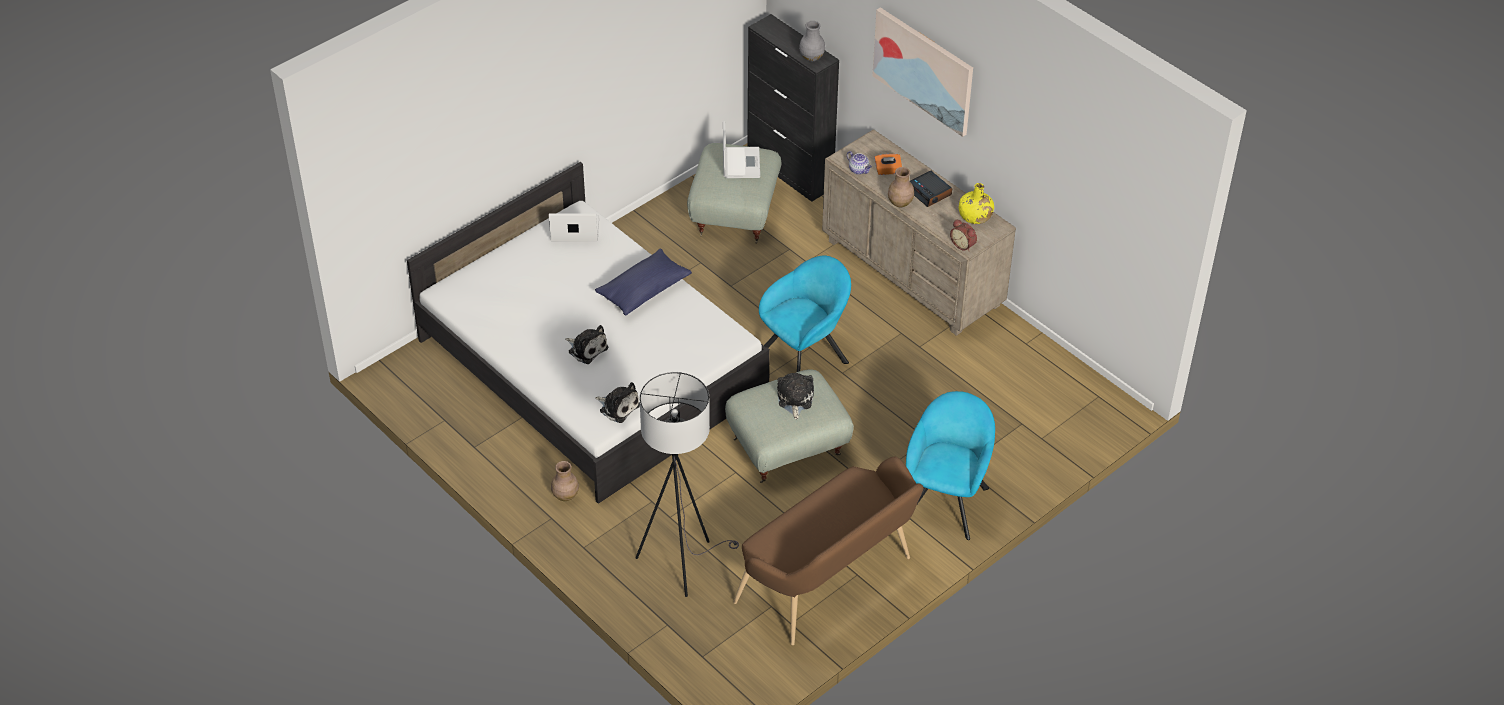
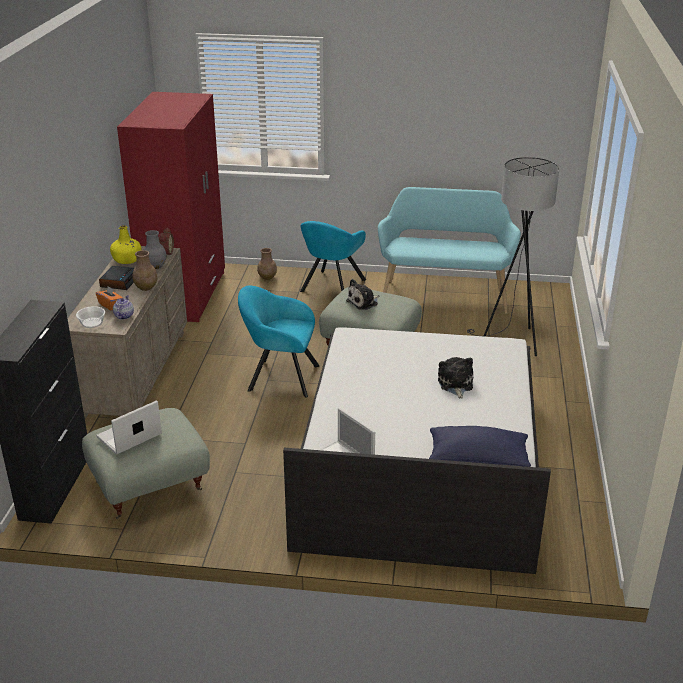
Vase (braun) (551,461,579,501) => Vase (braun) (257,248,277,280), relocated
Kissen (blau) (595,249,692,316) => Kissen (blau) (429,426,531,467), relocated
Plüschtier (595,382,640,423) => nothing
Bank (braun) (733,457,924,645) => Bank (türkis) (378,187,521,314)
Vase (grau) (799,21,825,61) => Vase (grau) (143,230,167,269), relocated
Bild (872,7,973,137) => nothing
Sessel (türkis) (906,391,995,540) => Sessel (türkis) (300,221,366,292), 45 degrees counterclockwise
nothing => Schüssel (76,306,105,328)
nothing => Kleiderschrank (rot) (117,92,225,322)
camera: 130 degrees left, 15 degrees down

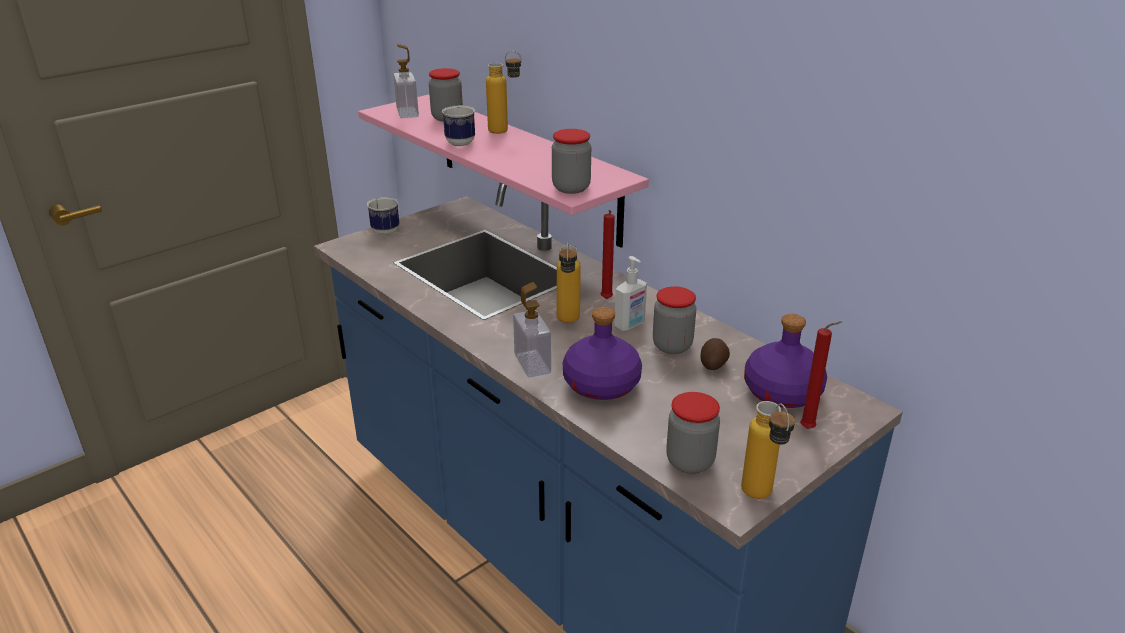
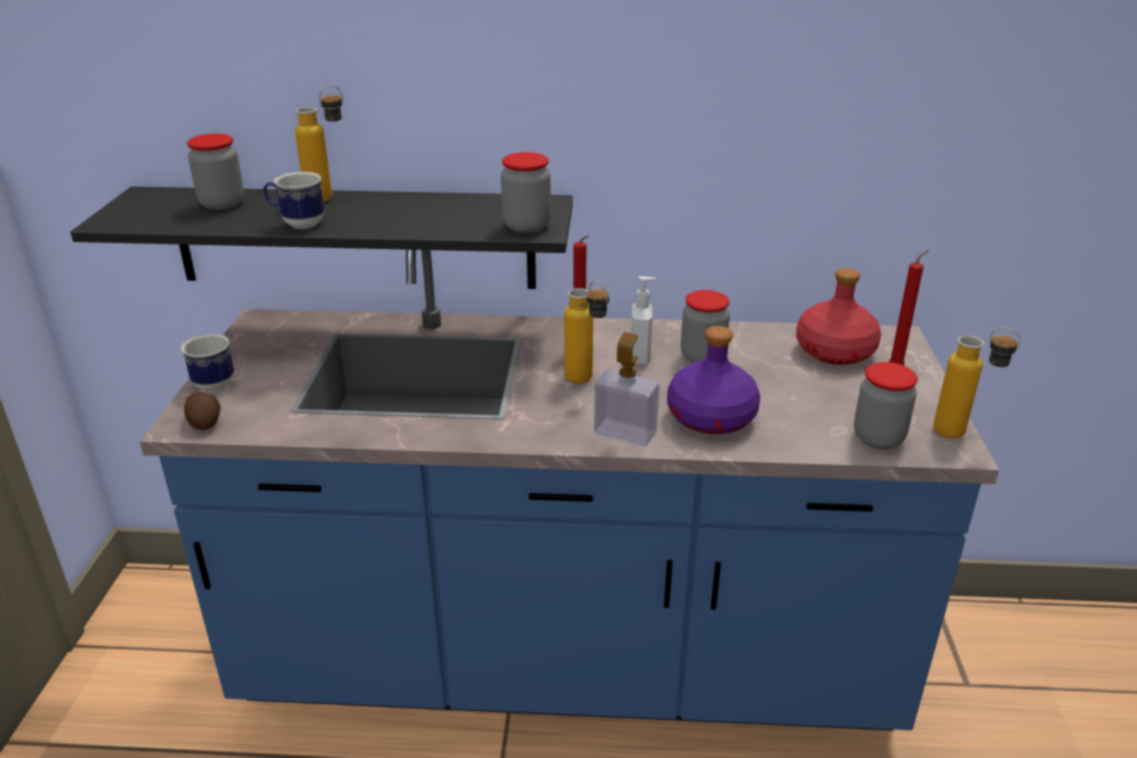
Wandregal (rosa) (358,94,649,248) => Wandregal (schwarz) (70,187,573,289)
Seifenspender (393,44,419,118) => nothing
Kartoffel (700,338,730,370) => Kartoffel (184,392,220,430), relocated
Flasche (lila) (744,314,827,408) => Flasche (rot) (796,268,881,365)
camera: 45 degrees left, 0 degrees up

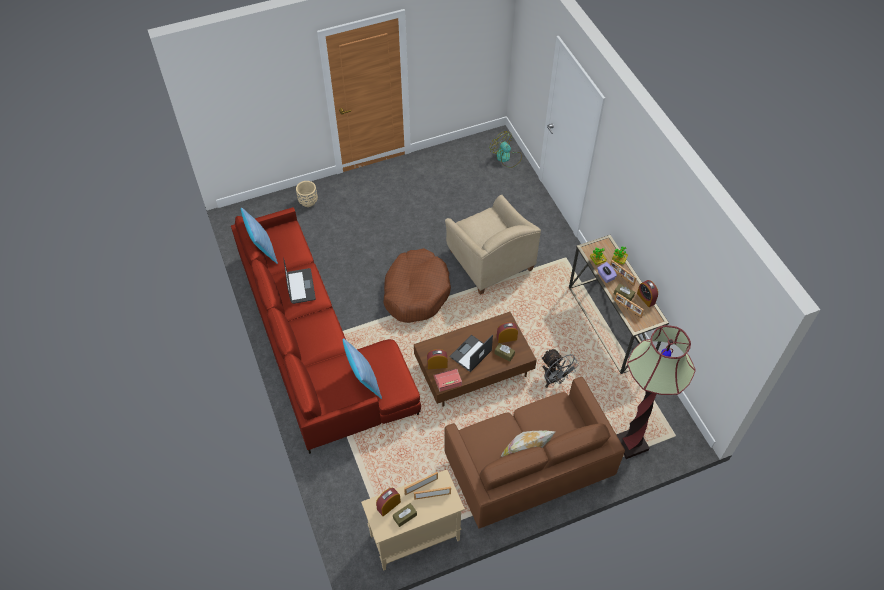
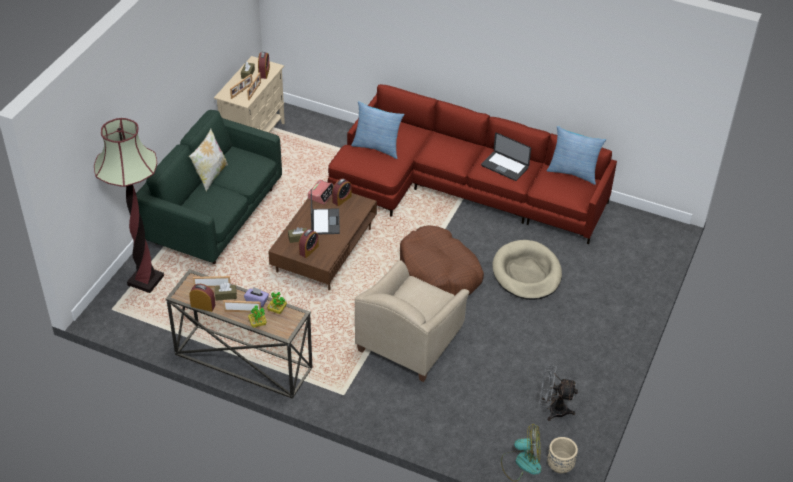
Pflanzkübel (beige) (296,181,318,207) => Pflanzkübel (beige) (547,437,578,474), relocated
Sofa (braun) (444,377,625,528) => Sofa (grün) (136,110,282,264)
Sessel (beige) (445,195,541,295) => Sessel (beige) (355,260,469,382), 75 degrees counterclockwise
Ventilator (grau) (542,349,579,388) => Ventilator (grau) (539,365,578,421), relocated
nothing => Hundebett (beige) (492,240,562,300)
camera: 135 degrees right, 10 degrees down

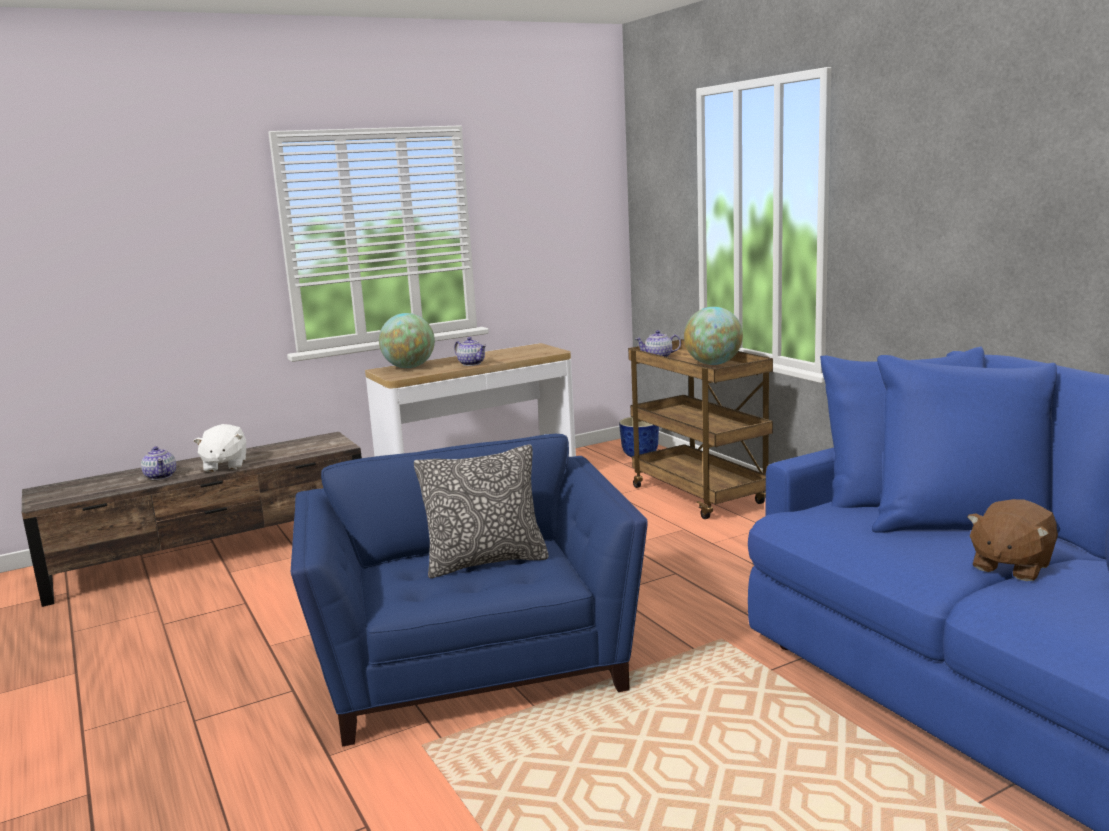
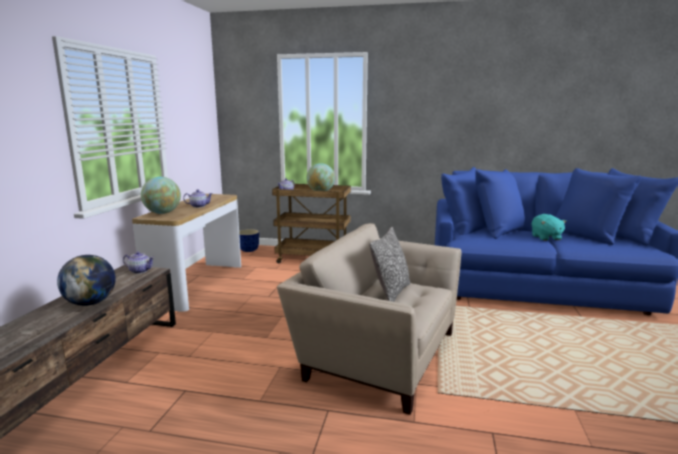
Teekanne (141,446,176,480) => Teekanne (123,251,155,274), relocated
Plüschtier (weiß) (194,424,246,472) => Globus (57,255,116,306)
Sessel (blau) (291,434,648,747) => Sessel (beige) (277,223,461,415)
Plüschtier (braun) (967,499,1058,581) => Plüschtier (türkis) (531,214,567,241)
camera: 50 degrees left, 0 degrees up

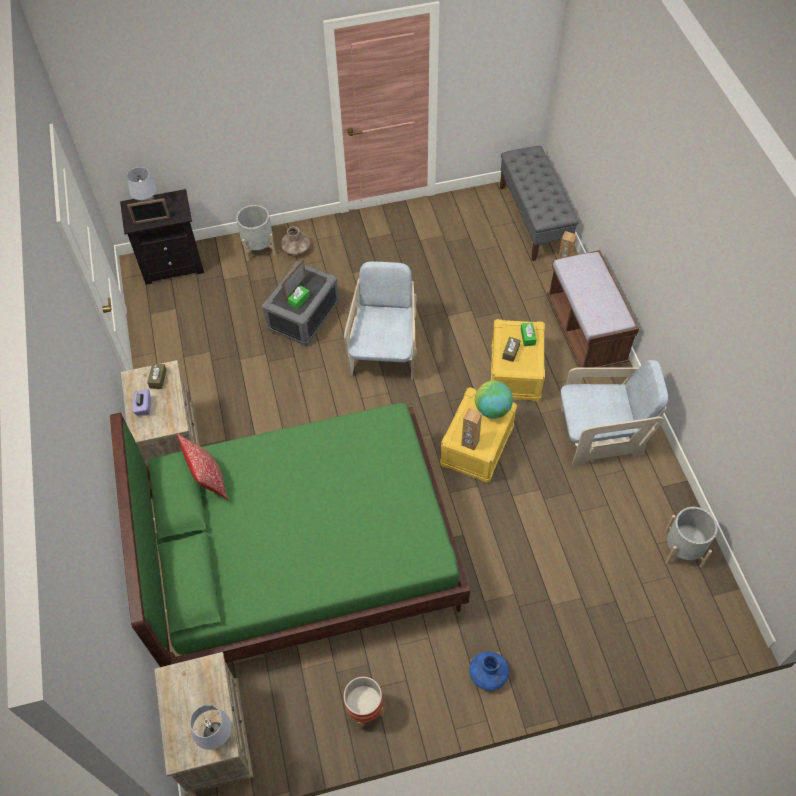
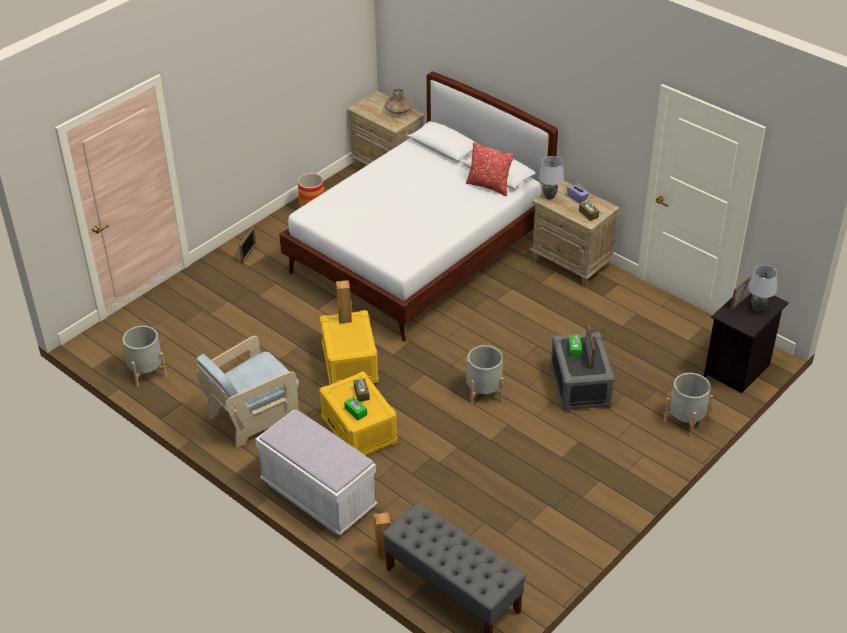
Bett (grün) (110,403,470,667) => Bett (weiß) (279,71,558,342)
Tischlampe (grau) (190,705,232,750) => Tischlampe (grau) (538,156,564,200), relocated
Vase (braun) (281,226,310,255) => Vase (braun) (385,88,412,114), relocated
Sessel (beige) (344,261,417,380) => Pflanzkübel (grau) (466,345,504,405)
Vase (blau) (470,652,509,691) => Bilderrahmen (239,226,256,264)
Globus (475,381,513,419) => nothing
Bank (braun) (547,250,639,367) => Bank (weiß) (255,410,378,535)
camera: 145 degrees right, 15 degrees down

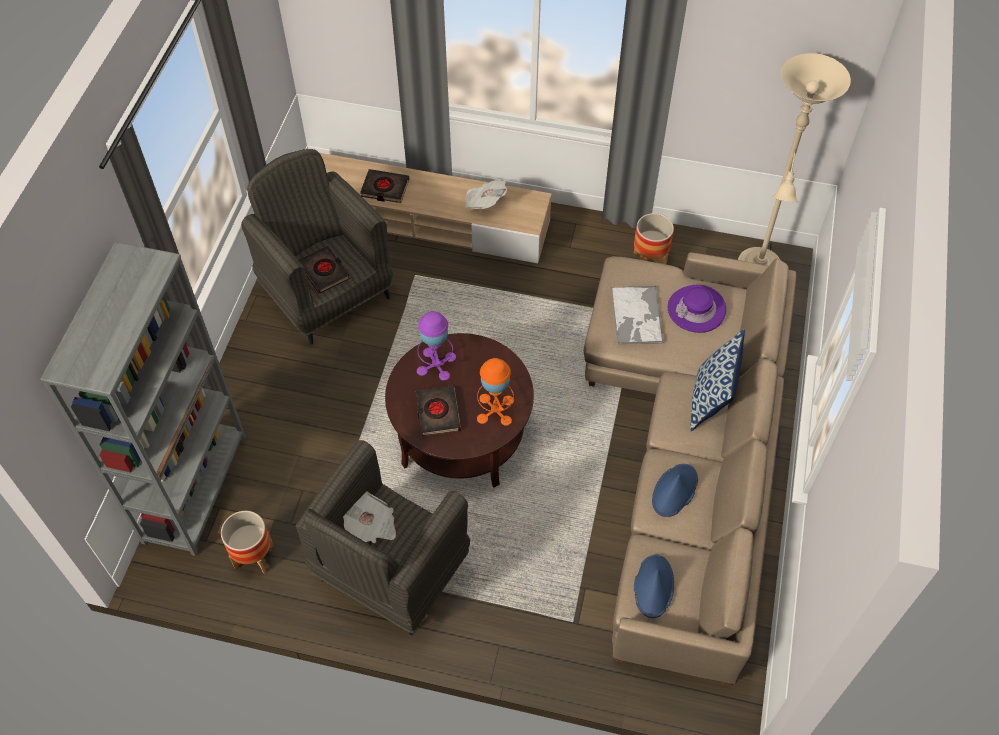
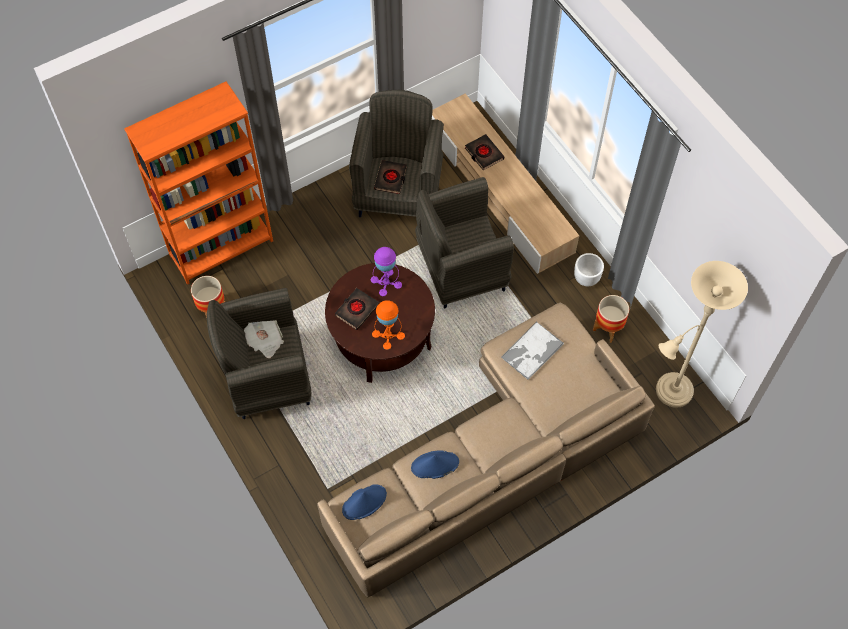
Bücherregal (grau) (41,242,246,556) => Bücherregal (orange) (124,81,273,285)
Zeitung (465,180,507,209) => nothing
Hut (lila) (668,285,726,333) => nothing
Kissen (690,329,745,432) => nothing
nothing => Sessel (grau) (415,177,514,308)
nothing => Pflanzkübel (weiß) (574,253,604,286)
camera: 45 degrees right, 5 degrees up

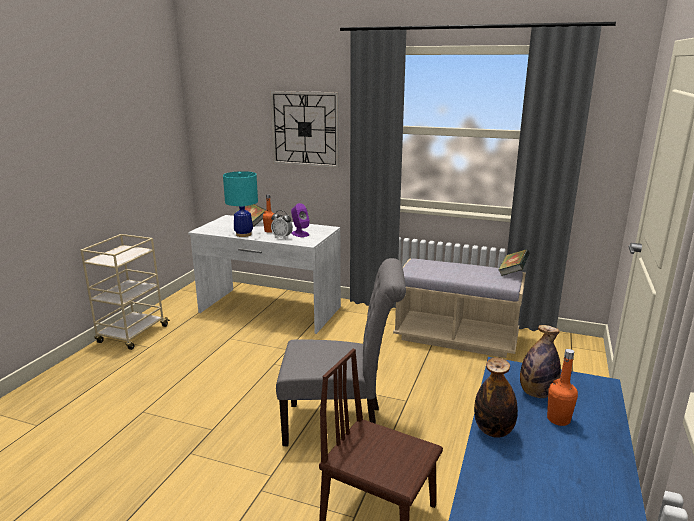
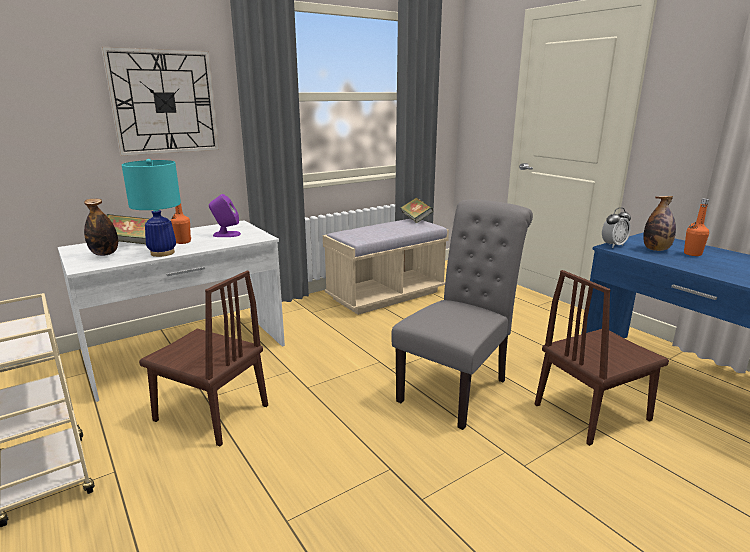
Wecker (271,210,293,239) => Wecker (602,207,631,248), relocated
Flasche (474,358,518,438) => Flasche (84,199,118,256), relocated
nothing => Stuhl (braun) (139,271,268,446)
camera: 55 degrees left, 0 degrees up

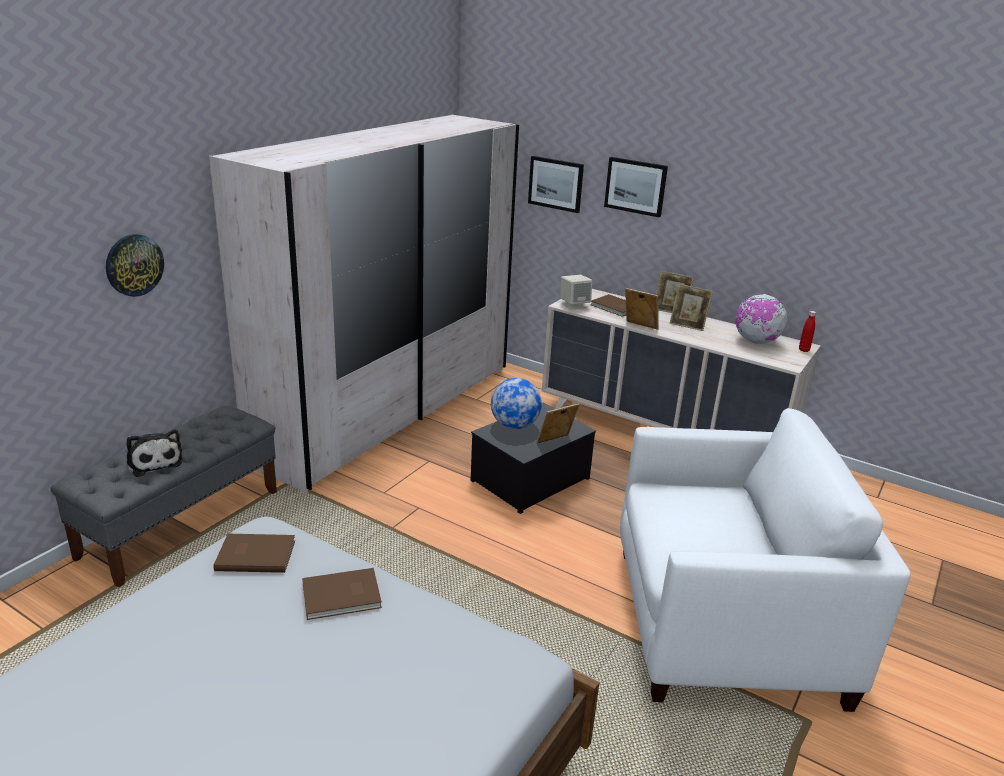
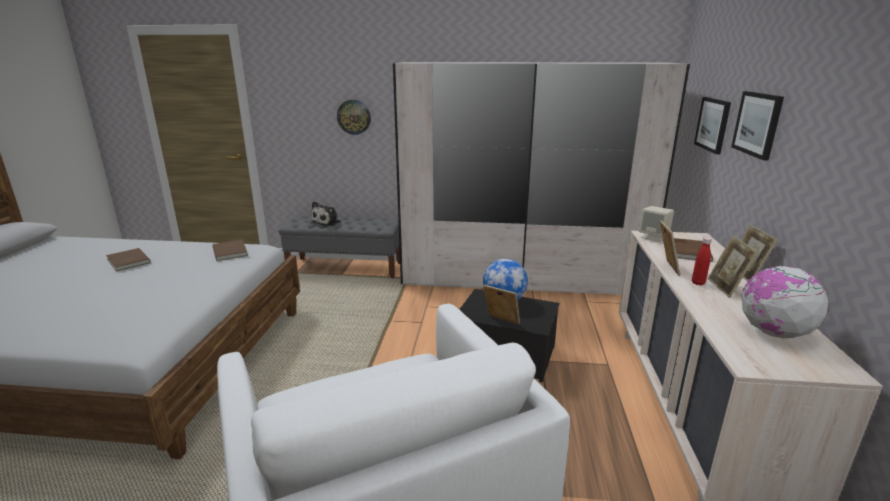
Buch (braun) (302,568,382,620) => Buch (braun) (106,248,151,271), relocated
Flasche (rot) (799,311,816,352) => Flasche (rot) (692,237,712,285), relocated
camera: 65 degrees right, 5 degrees down

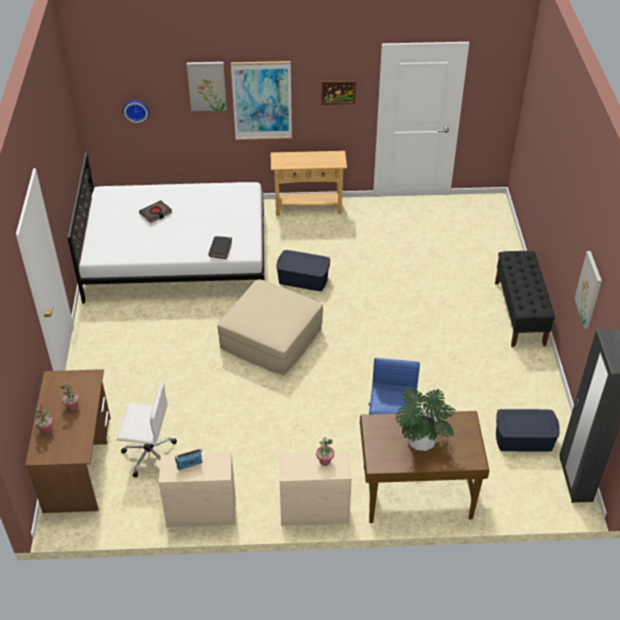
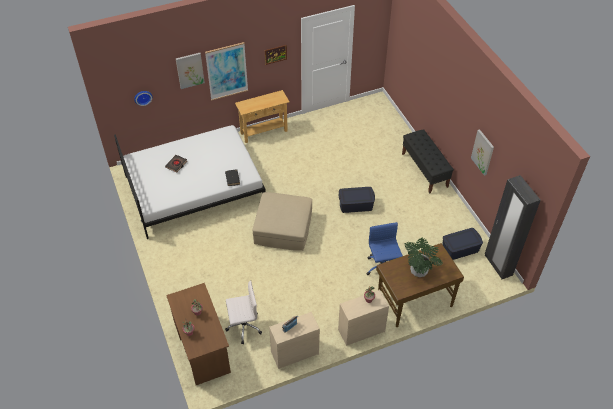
Aufbewahrungsbox (blau) (276,250,330,291) => Aufbewahrungsbox (blau) (338,187,375,213), relocated
camera: 20 degrees left, 5 degrees up

